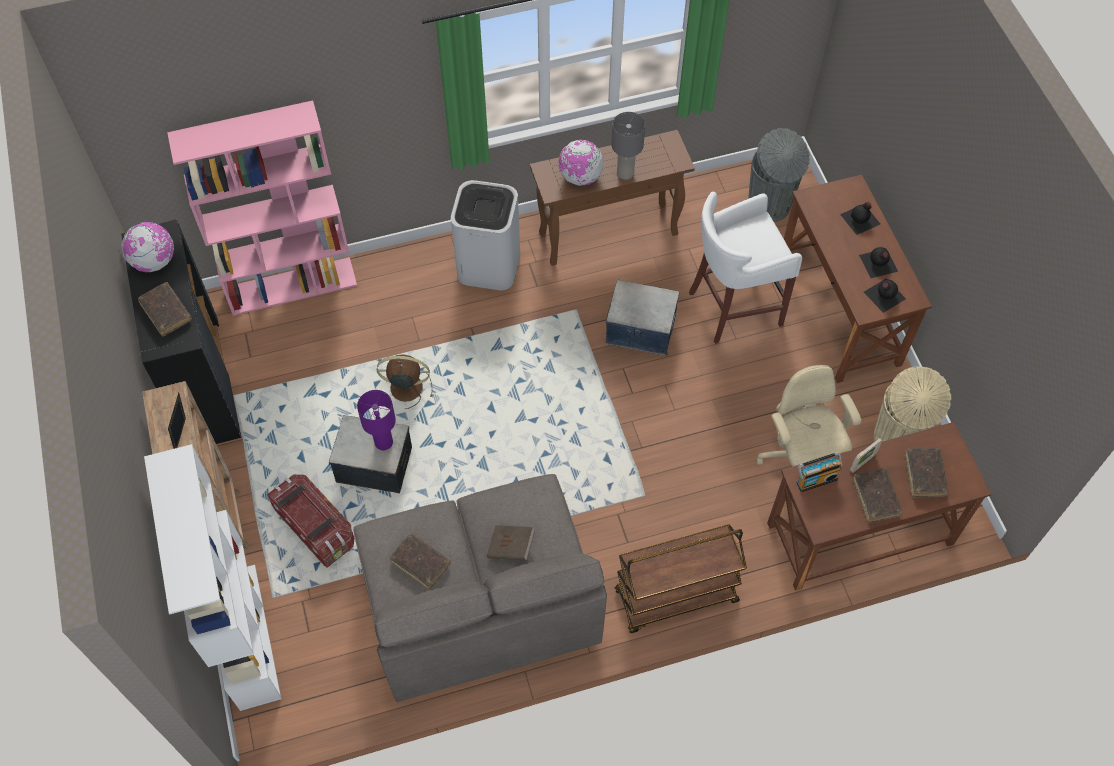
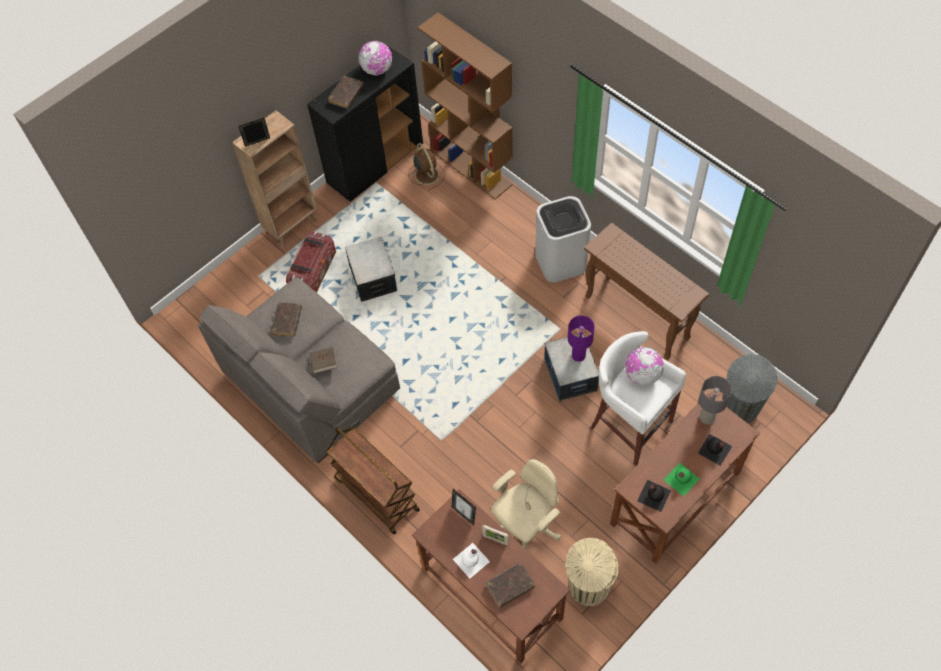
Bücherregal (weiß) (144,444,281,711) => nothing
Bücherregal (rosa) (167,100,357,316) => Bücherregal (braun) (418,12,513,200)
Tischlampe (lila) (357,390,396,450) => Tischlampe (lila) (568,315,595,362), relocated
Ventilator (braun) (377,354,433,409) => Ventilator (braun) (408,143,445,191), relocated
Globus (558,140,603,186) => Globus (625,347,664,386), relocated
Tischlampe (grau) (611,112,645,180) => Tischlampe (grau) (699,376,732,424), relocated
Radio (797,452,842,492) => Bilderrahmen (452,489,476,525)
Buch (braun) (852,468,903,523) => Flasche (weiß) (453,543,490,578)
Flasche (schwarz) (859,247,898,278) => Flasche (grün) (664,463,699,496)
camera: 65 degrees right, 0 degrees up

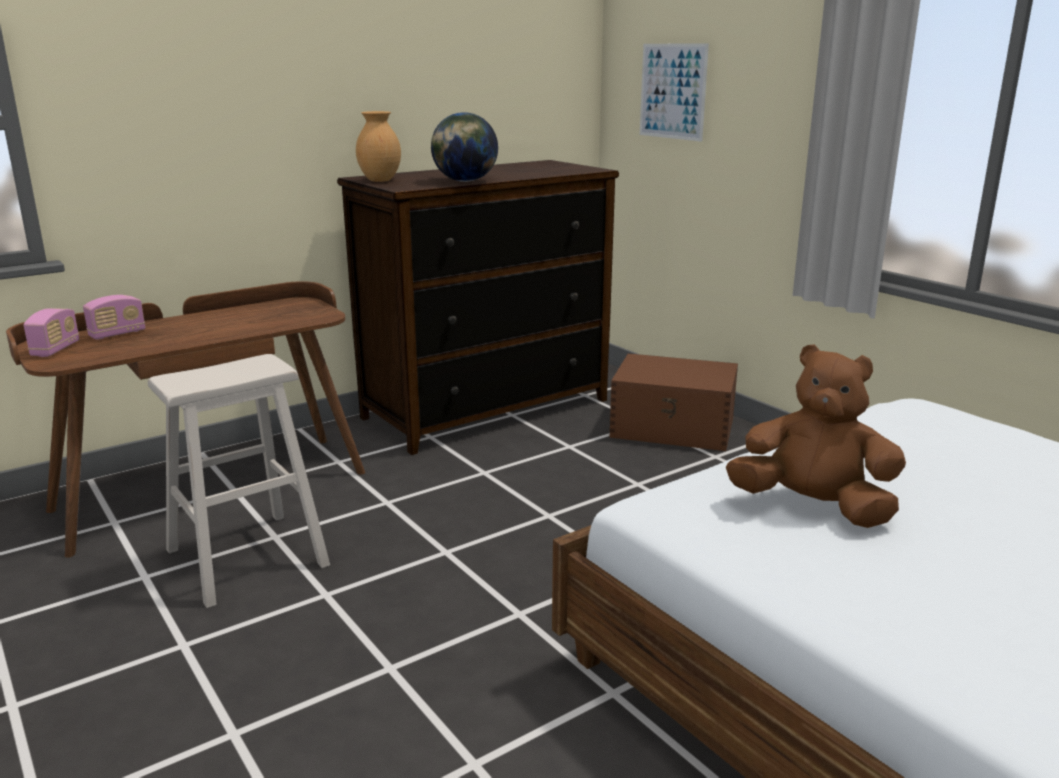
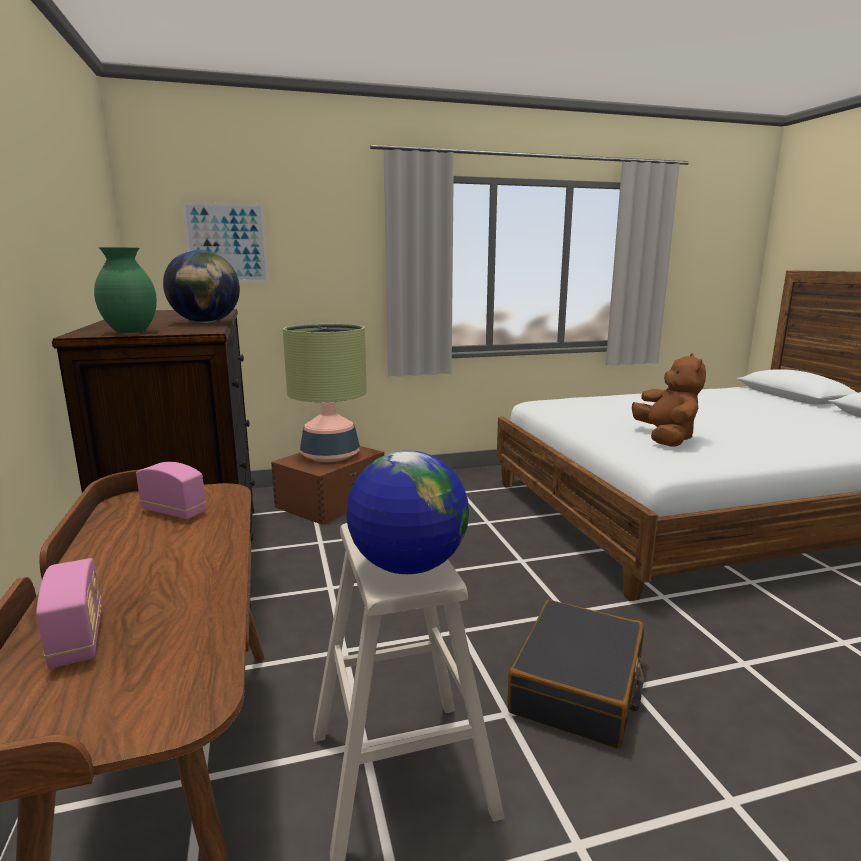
Radio (23,308,79,357) => Radio (136,462,206,519), relocated
Vase (braun) (356,111,401,182) => Vase (grün) (94,247,157,333)
Plüschtier (braun) (726,344,906,528) => Plüschtier (braun) (632,353,706,447), 135 degrees clockwise
nothing => Tischlampe (283,324,367,462)
nothing => Globus (346,451,469,574)
nothing => Koffer (schwarz) (507,600,644,749)
camera: 70 degrees left, 5 degrees down

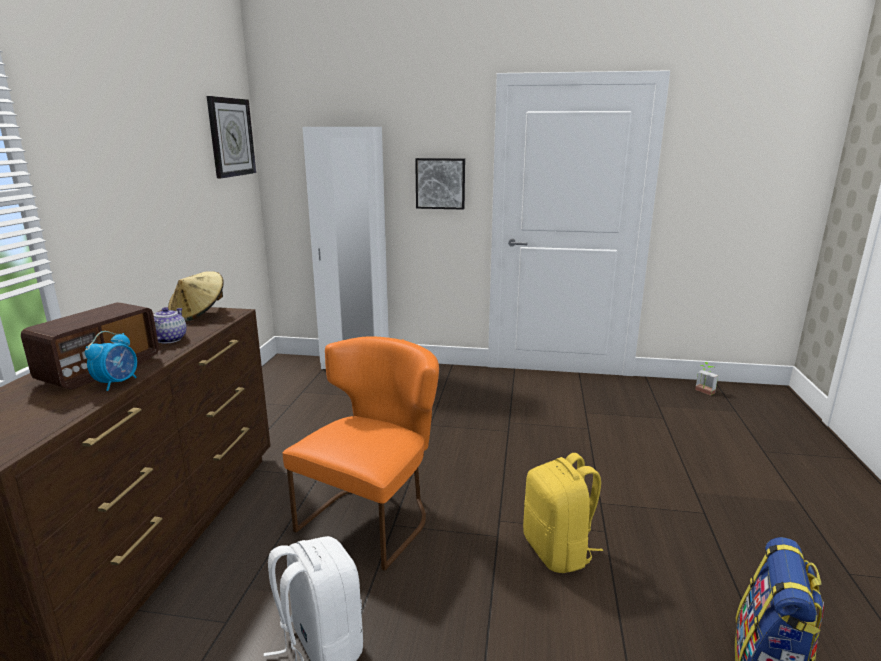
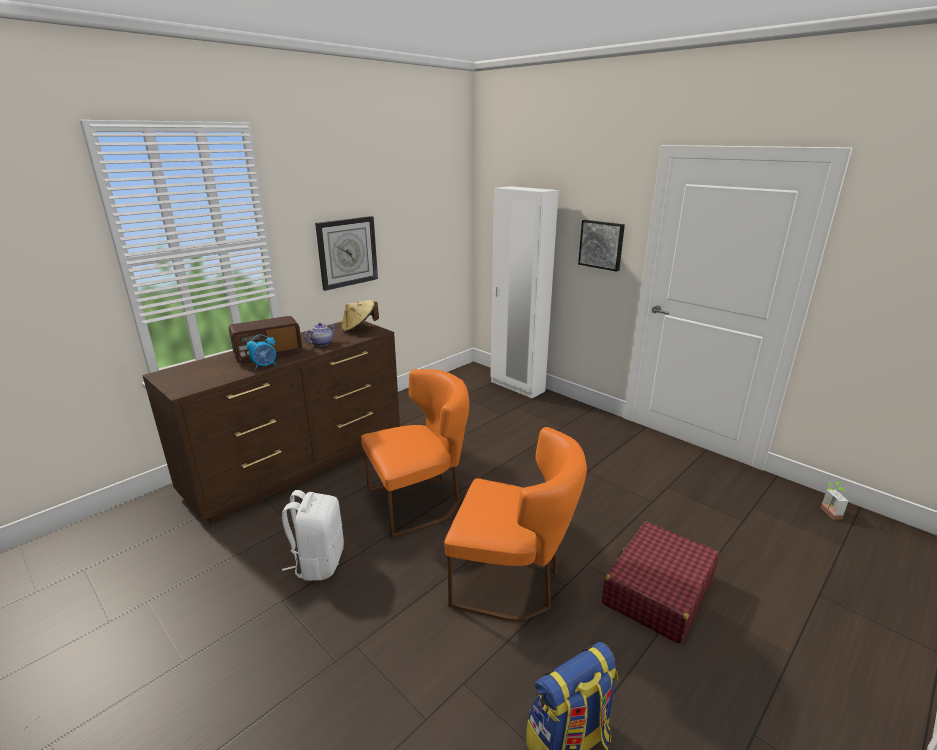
Wanduhr (207,96,256,178) => Wanduhr (315,216,378,291), relocated
Rucksack (gelb) (523,453,603,573) => Stuhl (orange) (444,427,587,621)
nothing => Koffer (rot) (602,521,719,644)
camera: 35 degrees right, 5 degrees up

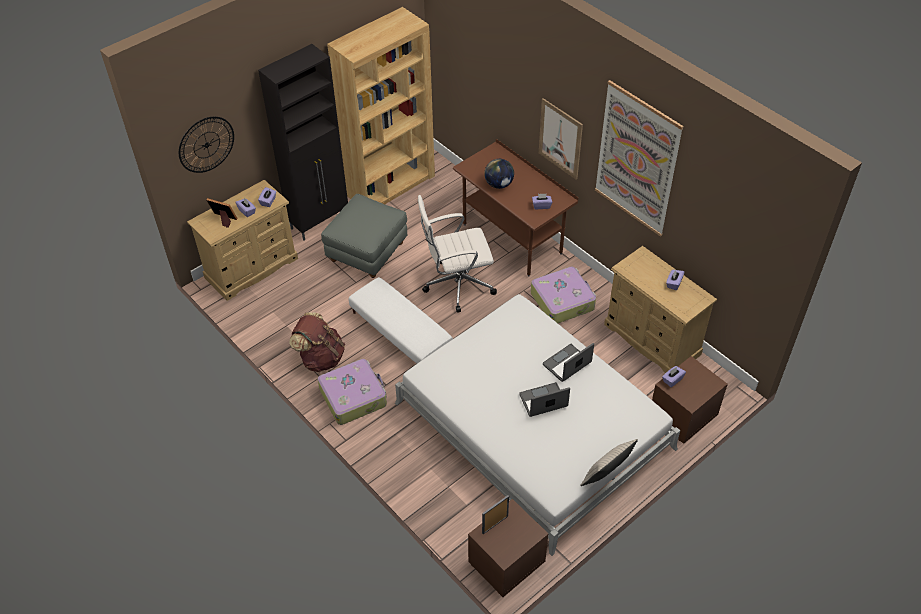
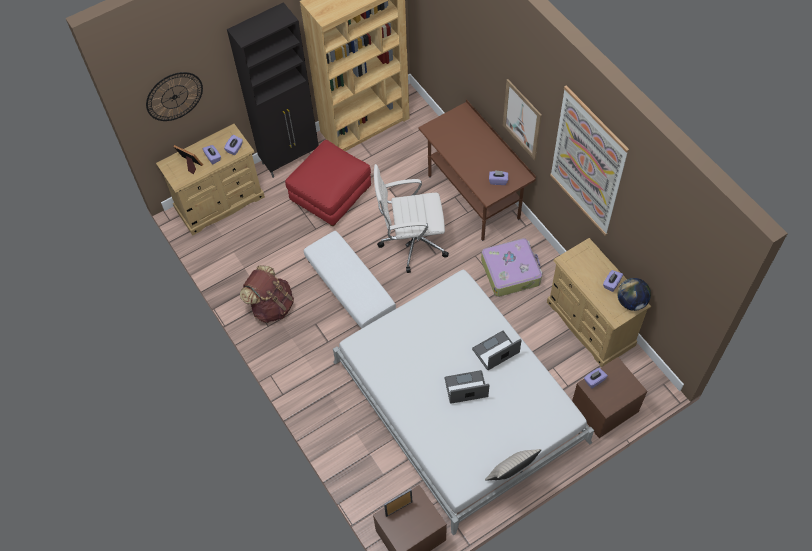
Koffer (318,359,387,425) => nothing
Polsterhocker (grau) (321,194,407,278) => Polsterhocker (rot) (285,140,371,226)
Globus (484,159,514,189) => Globus (618,278,651,311), relocated
camera: 10 degrees right, 10 degrees up

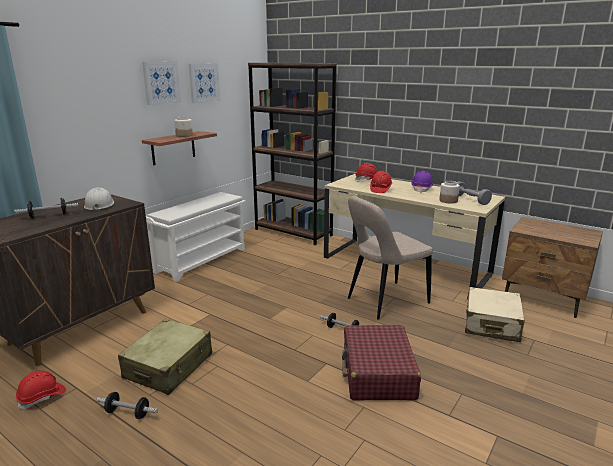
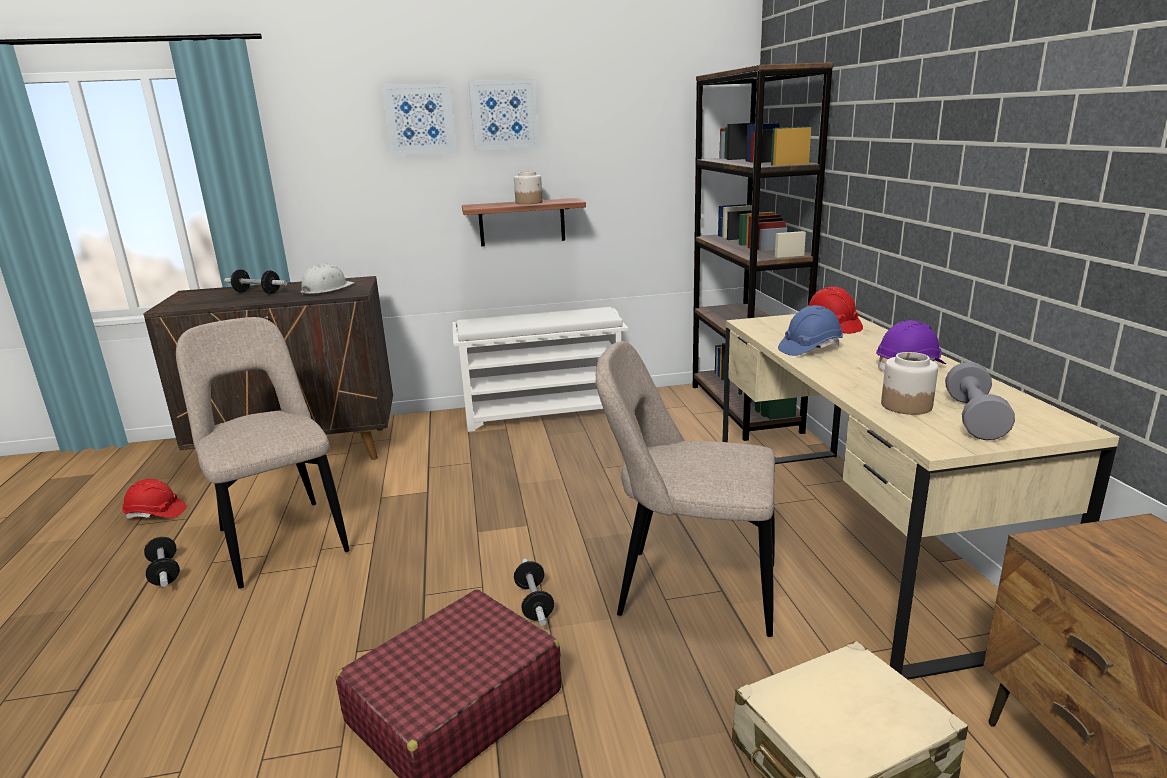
Koffer (beige) (118,319,212,395) => Stuhl (beige) (176,317,350,589)
Bild (189,64,221,103) => Bild (381,83,456,156), relocated
Schutzhelm (rot) (370,171,393,193) => Schutzhelm (blau) (778,305,843,356)
camera: 45 degrees right, 0 degrees up

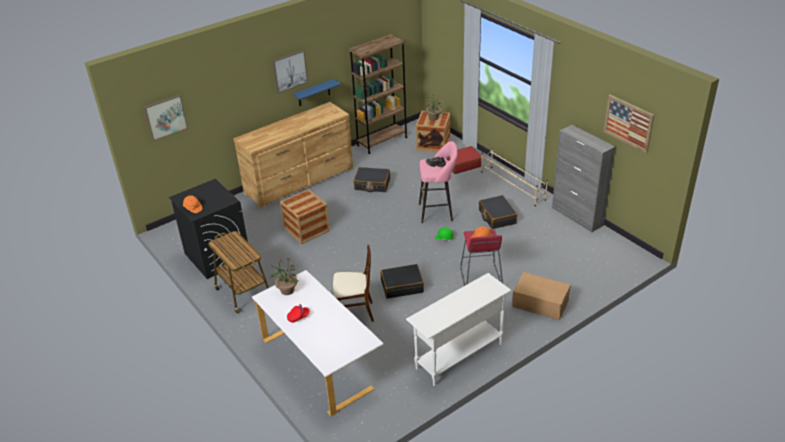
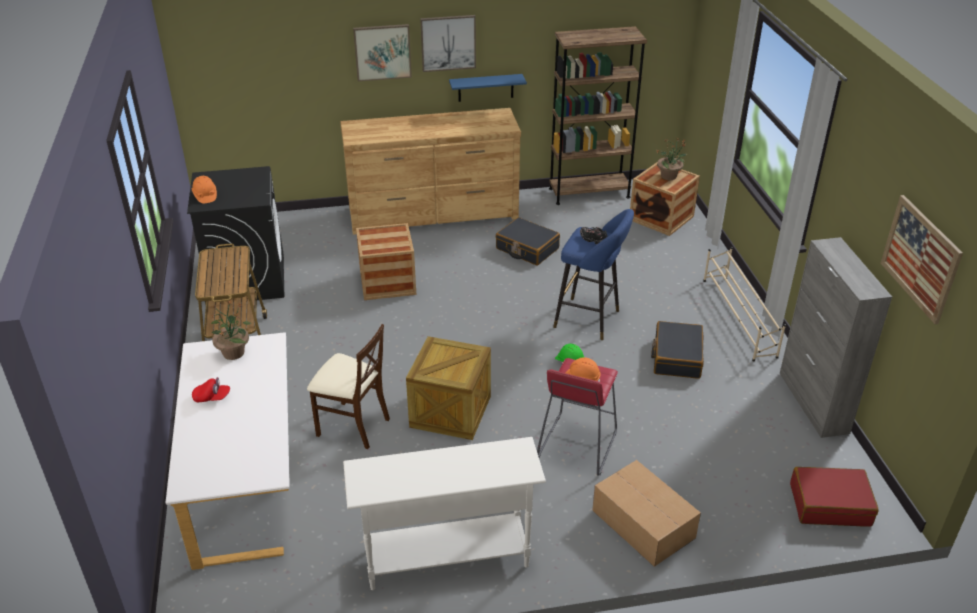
Bild (144,95,188,141) => Bild (353,24,412,81), relocated
Koffer (schwarz) (380,264,424,299) => Kiste (406,336,491,440)
Hocker (rosa) (419,141,457,223) => Hocker (blau) (553,209,634,340)
Koffer (rot) (447,146,482,174) => Koffer (rot) (790,467,879,527), relocated
camera: 25 degrees right, 0 degrees up

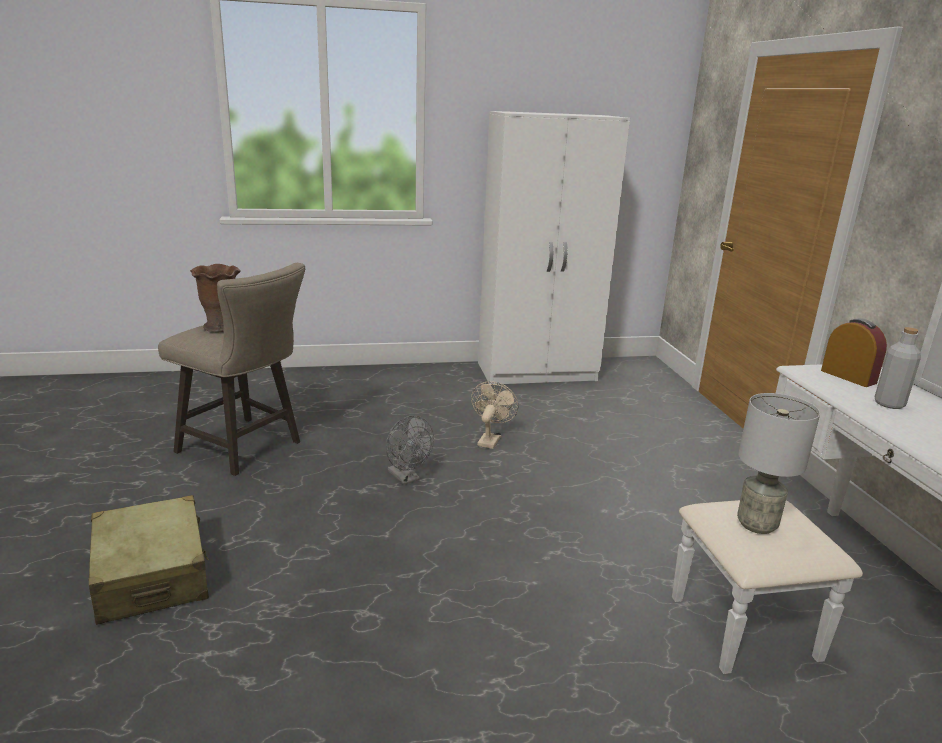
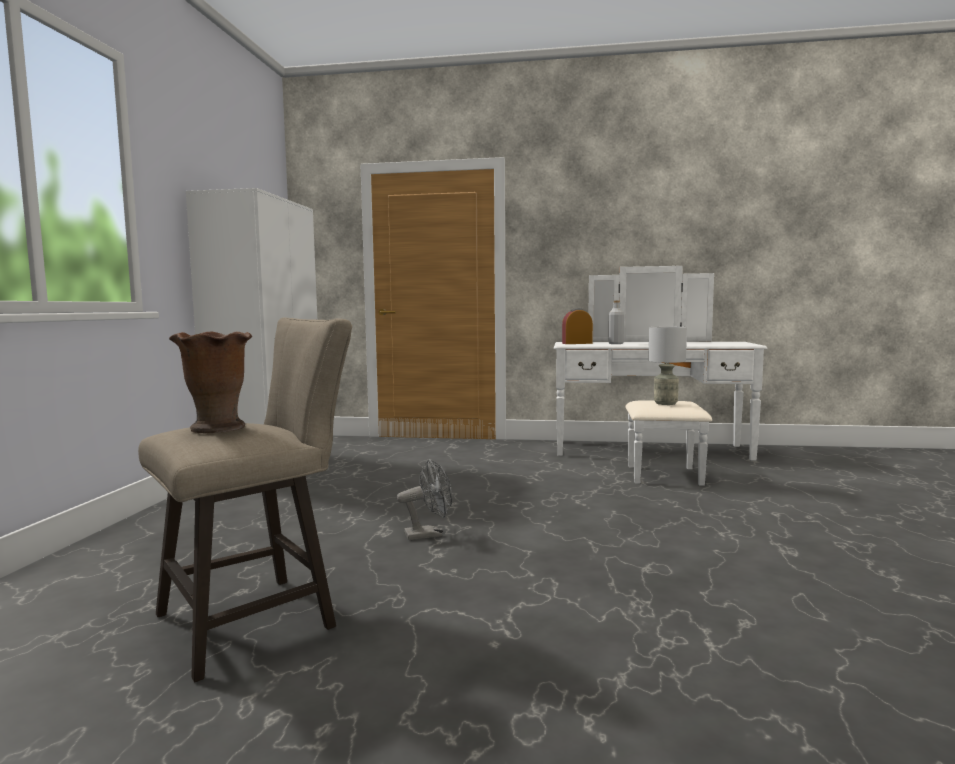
Koffer (beige) (88,495,209,625) => nothing
Ventilator (beige) (471,381,519,449) => nothing
camera: 70 degrees left, 15 degrees down

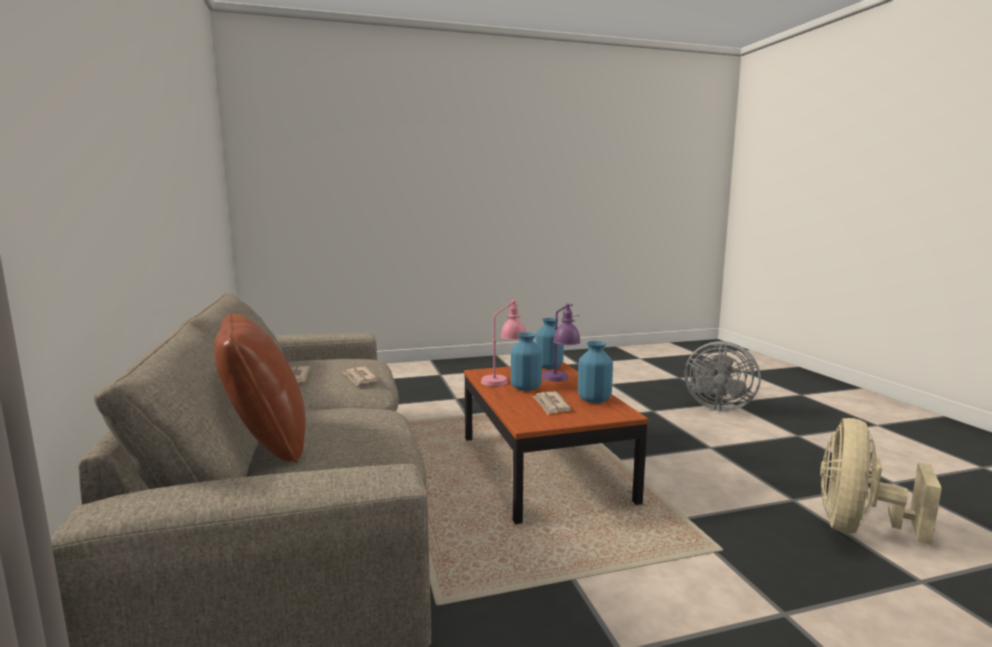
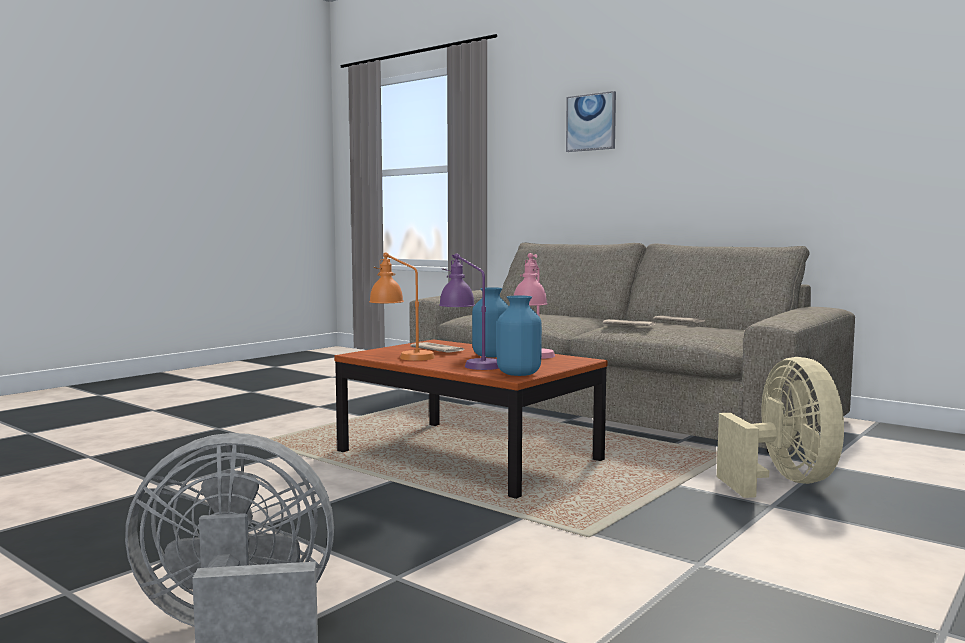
Kissen (braun) (214,314,306,463) => nothing
Vase (blau) (578,341,613,403) => Tischlampe (orange) (369,252,435,361)
Ventilator (beige) (820,418,942,545) => Ventilator (beige) (717,357,844,498), relocated
nothing => Bild (566,91,616,152)
camera: 145 degrees right, 5 degrees down

